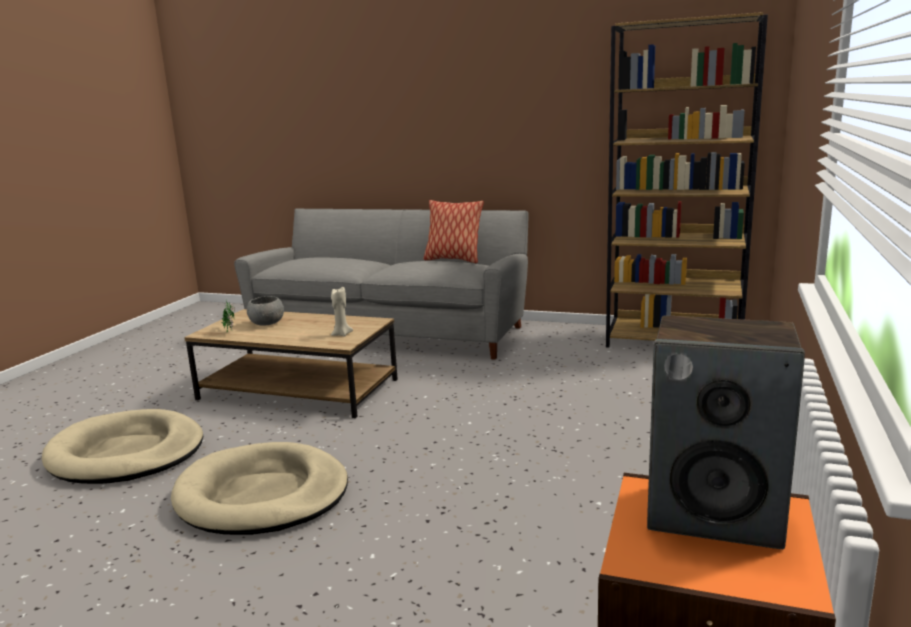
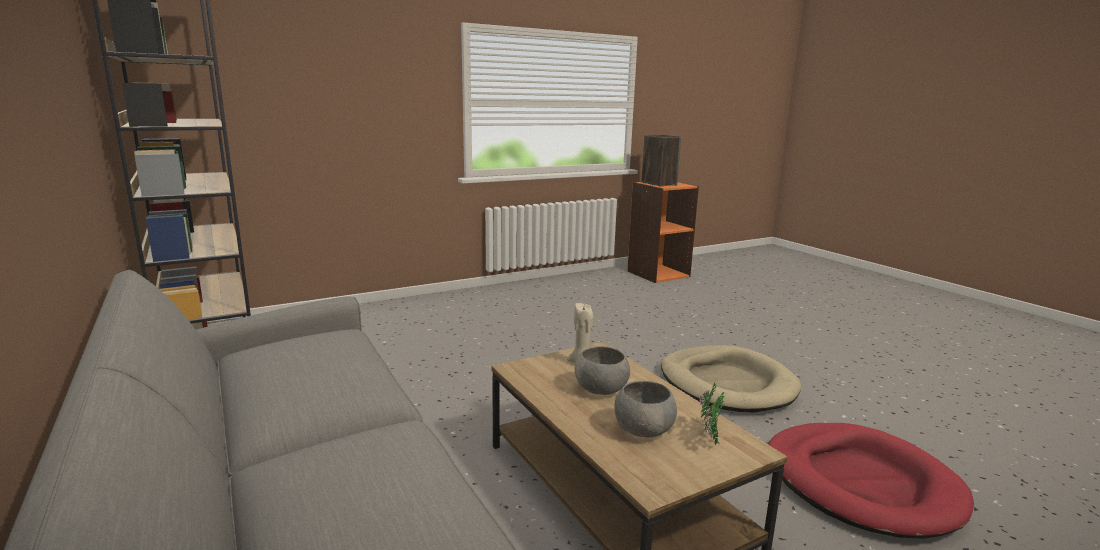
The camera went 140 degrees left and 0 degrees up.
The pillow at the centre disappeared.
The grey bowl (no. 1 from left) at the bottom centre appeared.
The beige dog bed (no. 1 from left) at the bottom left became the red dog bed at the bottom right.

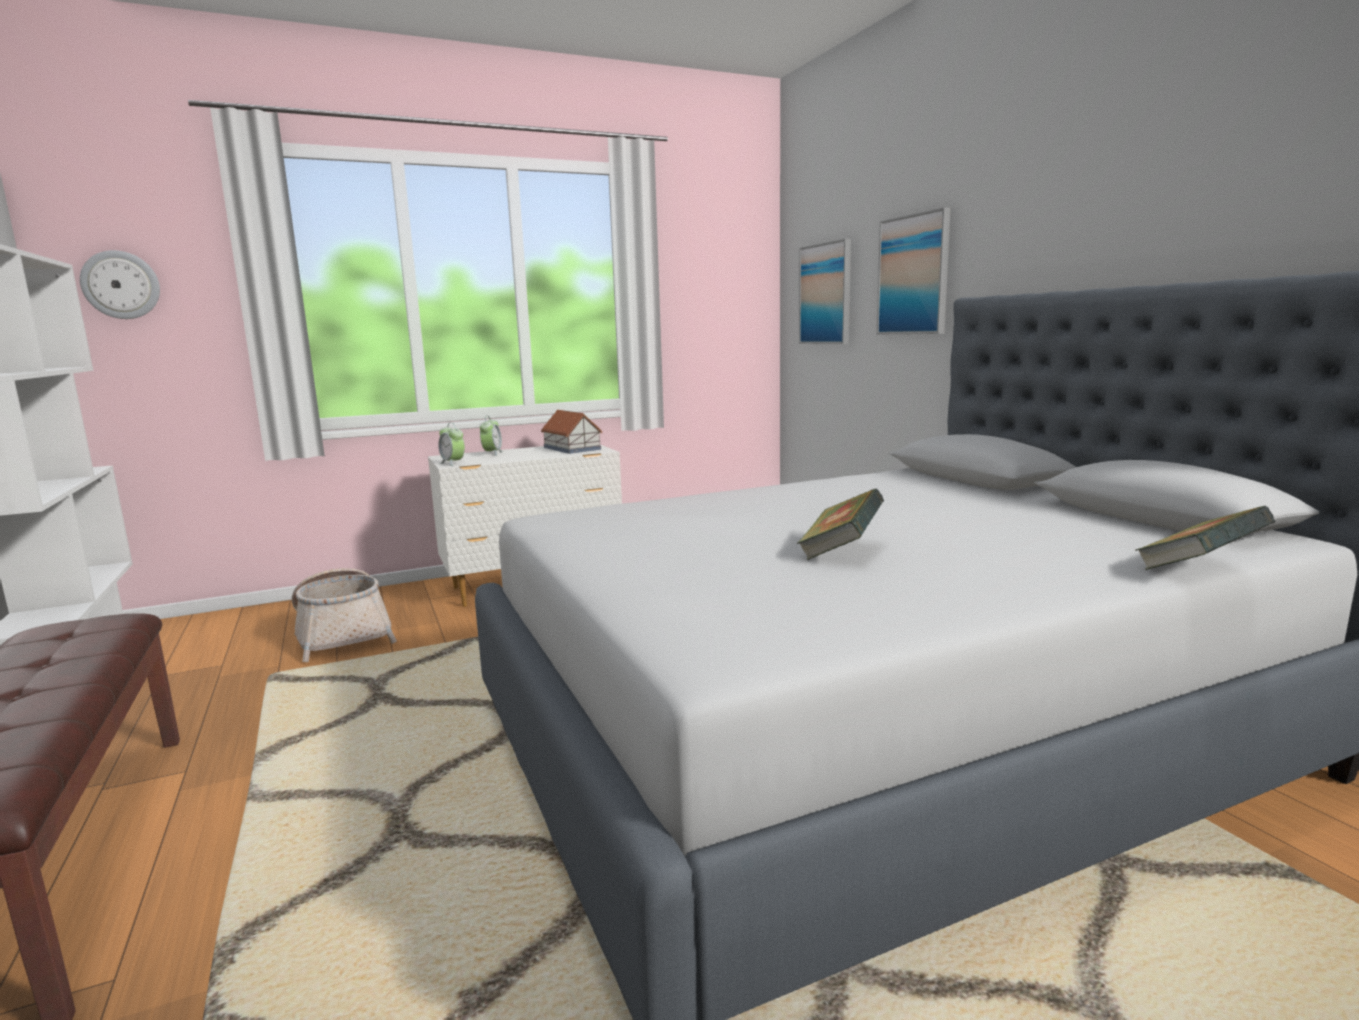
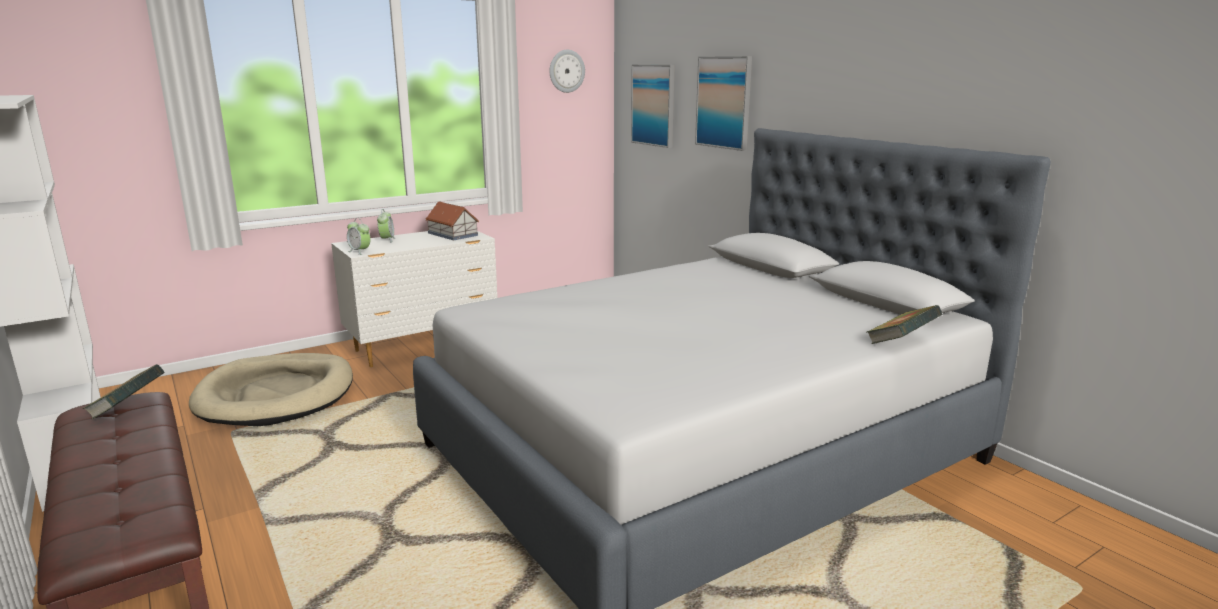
The camera went 10 degrees left and 5 degrees up.
The wall clock moved from the top left to the top centre.
The book (no. 1 from left) moved from the centre to the middle left.
The basket at the middle left was replaced by the beige dog bed at the middle left.

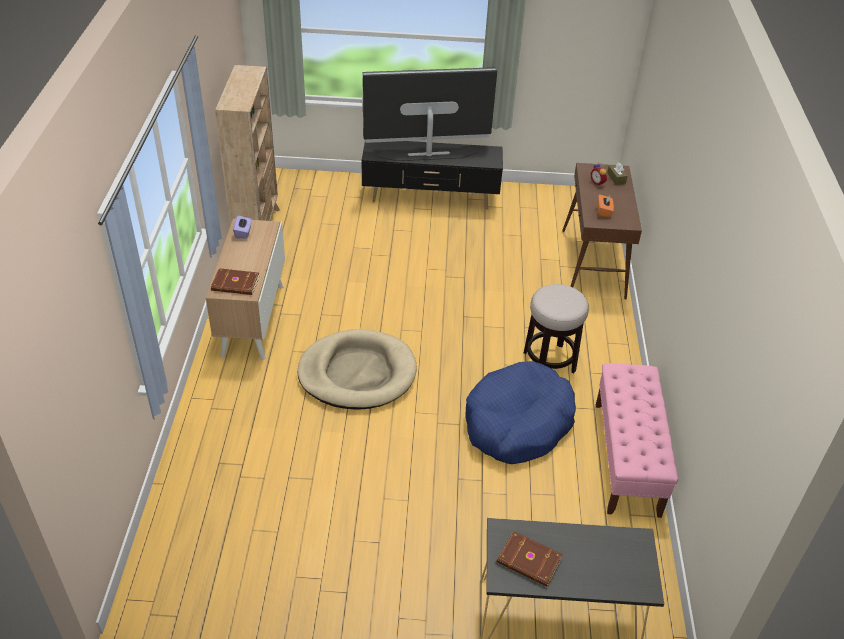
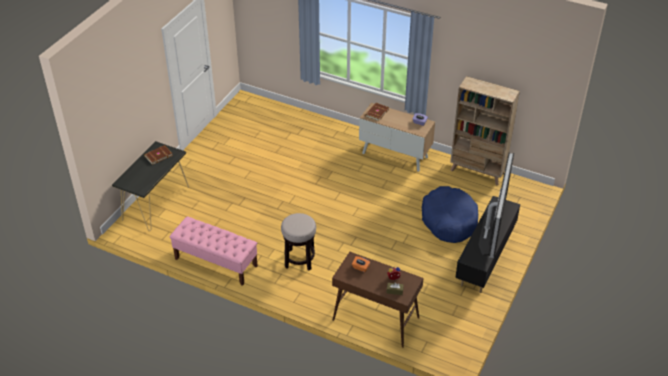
The camera went 115 degrees right and 0 degrees up.
The beige dog bed at the centre disappeared.
The blue dog bed moved from the centre to the middle right.

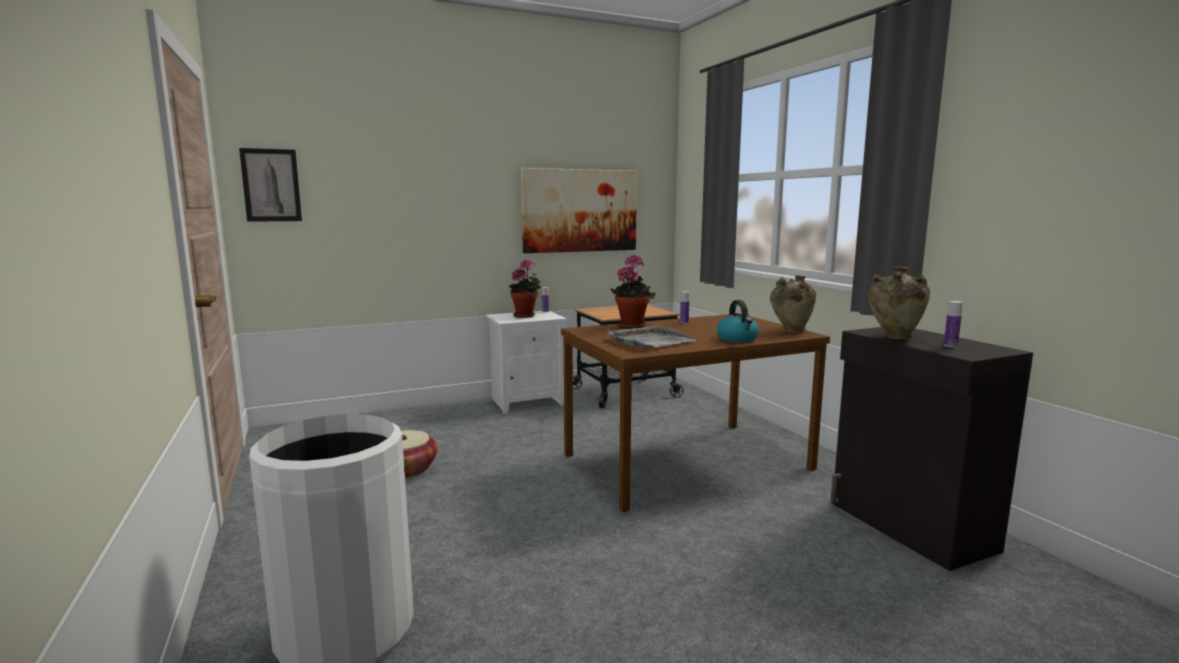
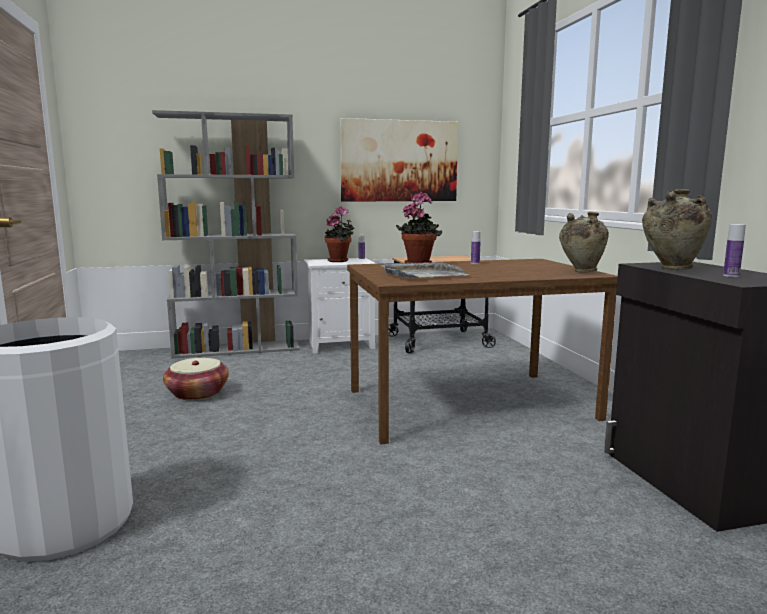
The camera went 10 degrees right and 0 degrees up.
The picture (no. 1 from left) at the top left disappeared.
The kettle at the centre disappeared.
The grey bookcase at the middle left appeared.

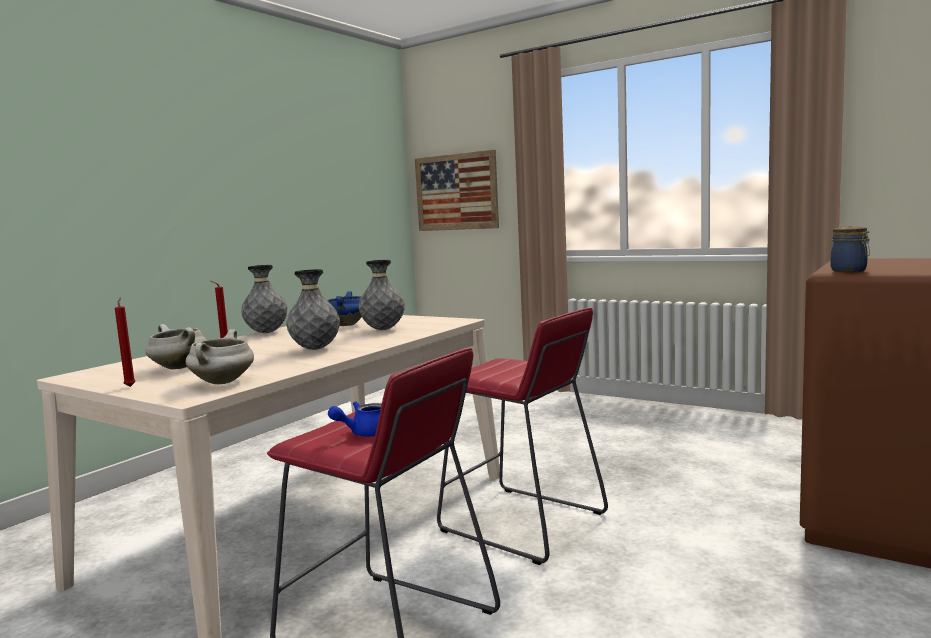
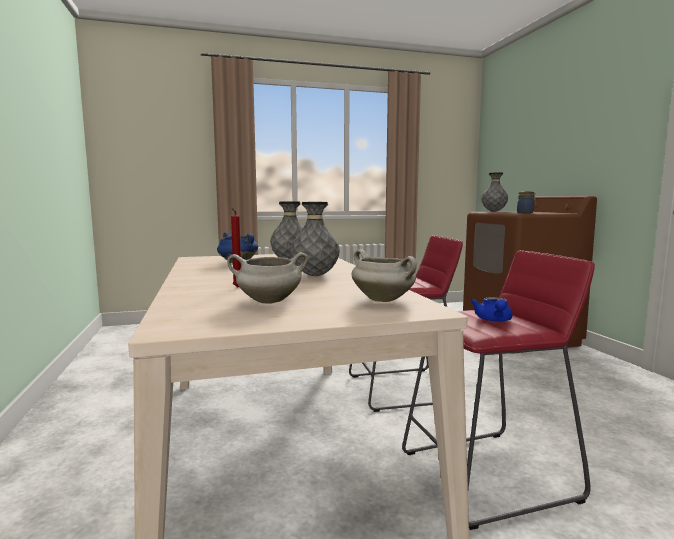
The camera went 50 degrees left and 0 degrees up.
The red candle (no. 1 from left) at the middle left disappeared.
The picture at the top centre disappeared.
The grey vase (no. 1 from left in the first image) moved from the middle left to the middle right.

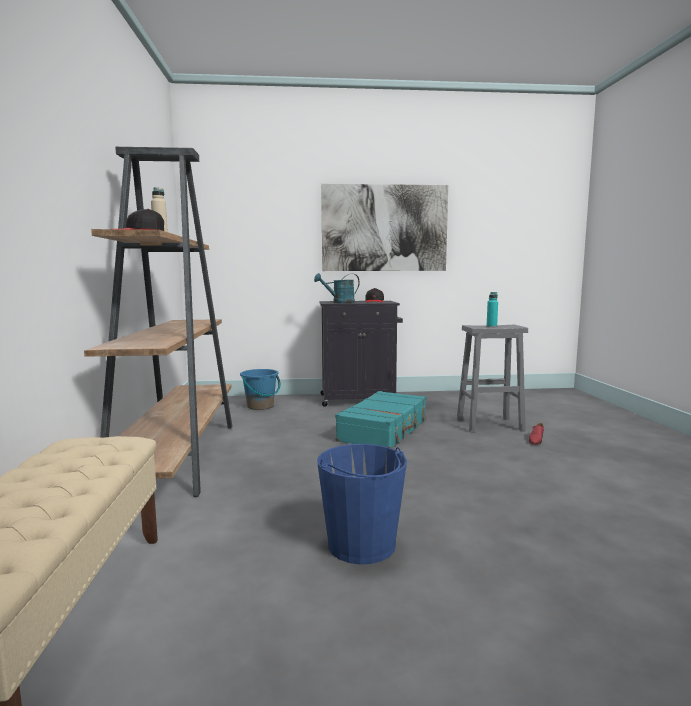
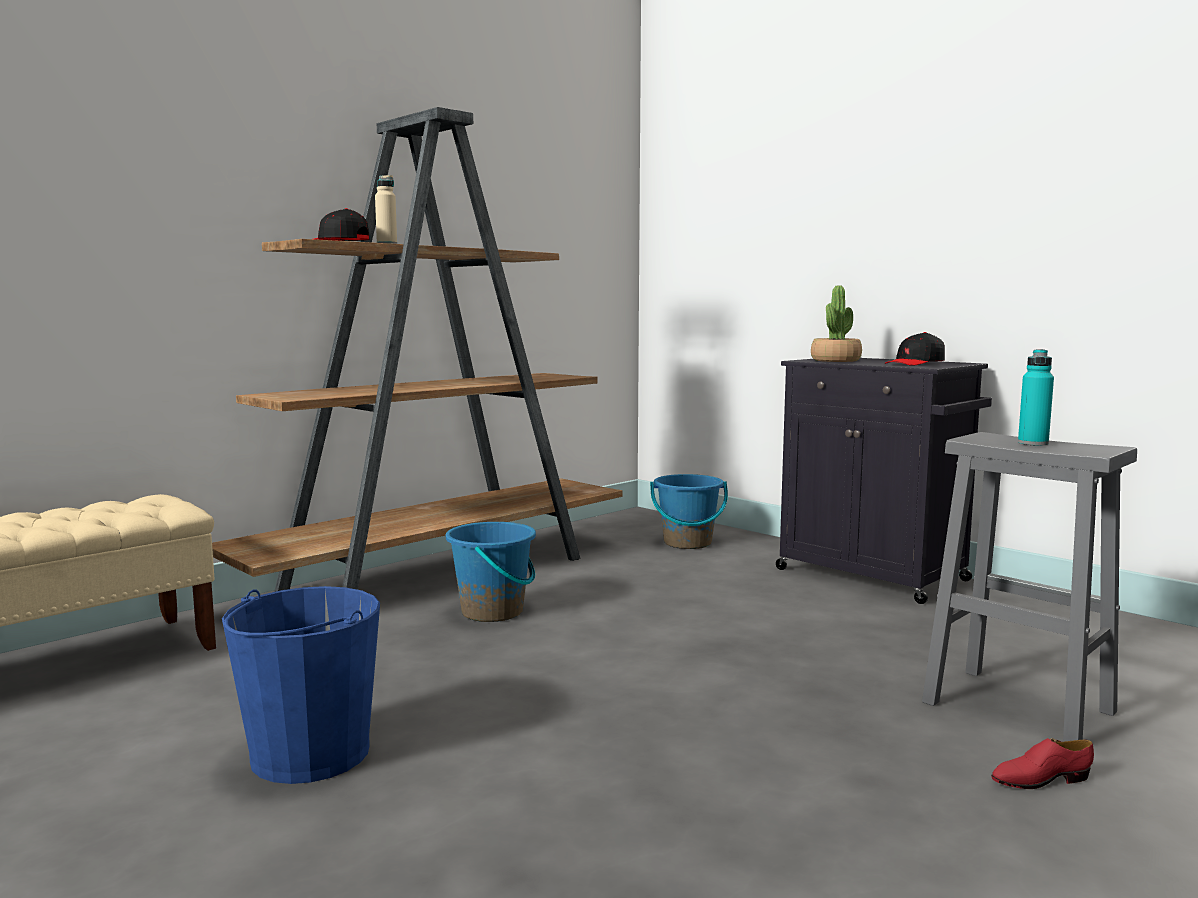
The camera went 50 degrees right and 0 degrees up.
The picture at the top centre disappeared.
The turquoise suitcase at the centre disappeared.
The blue bucket (no. 2 from left) at the centre appeared.
The turquoise watering can at the centre was replaced by the potted plant at the middle right.

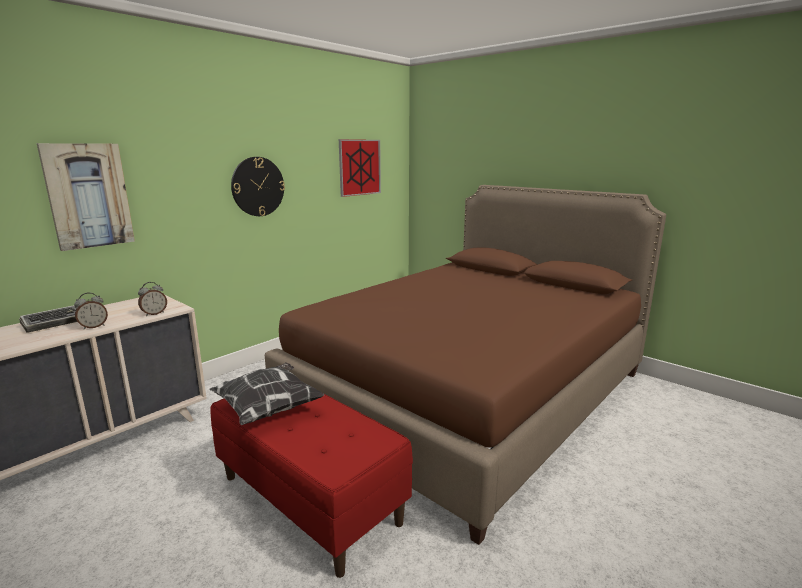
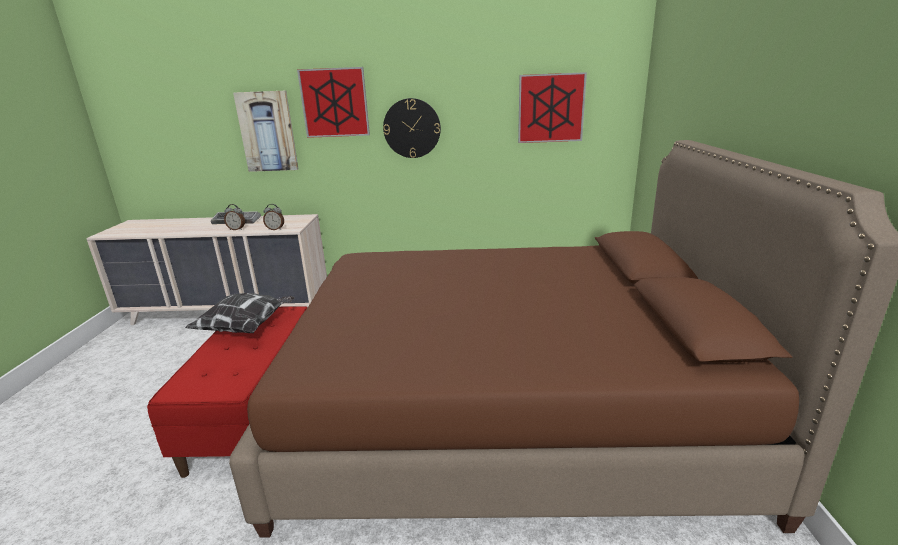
The camera went 50 degrees right and 5 degrees up.
The picture (no. 2 from left) at the top centre appeared.

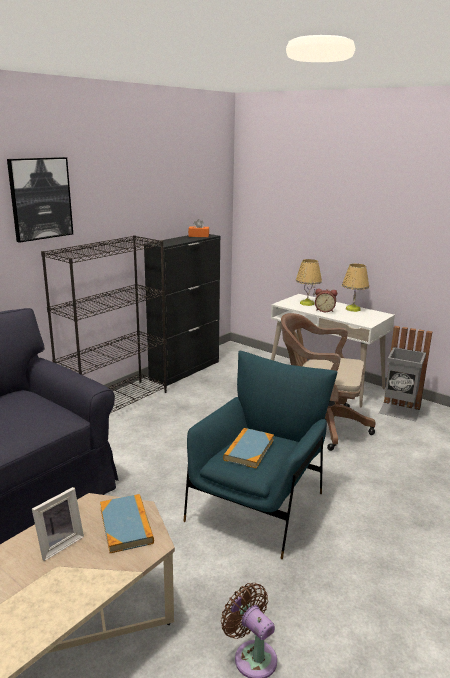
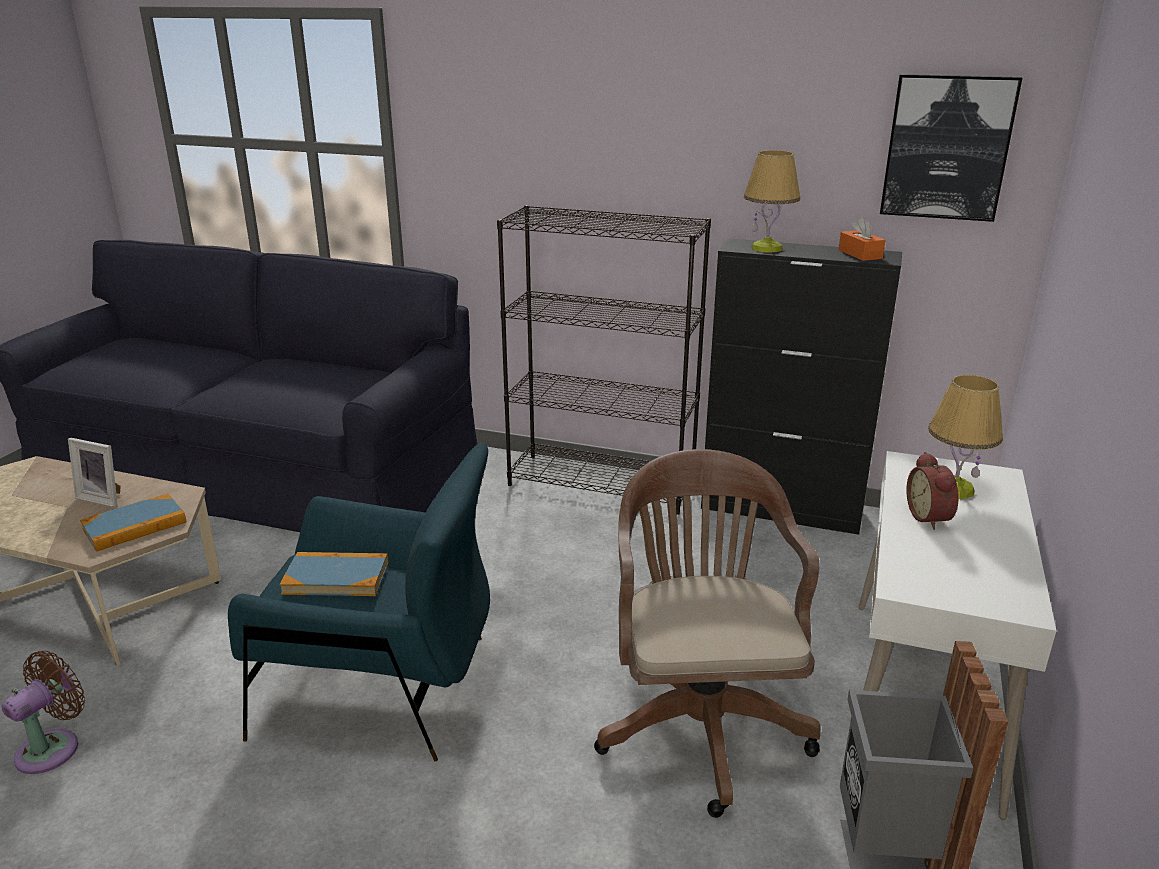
The camera went 70 degrees right and 5 degrees up.
The picture moved from the top left to the top right.
The table lamp (no. 2 from left in the first image) moved from the middle right to the top centre.

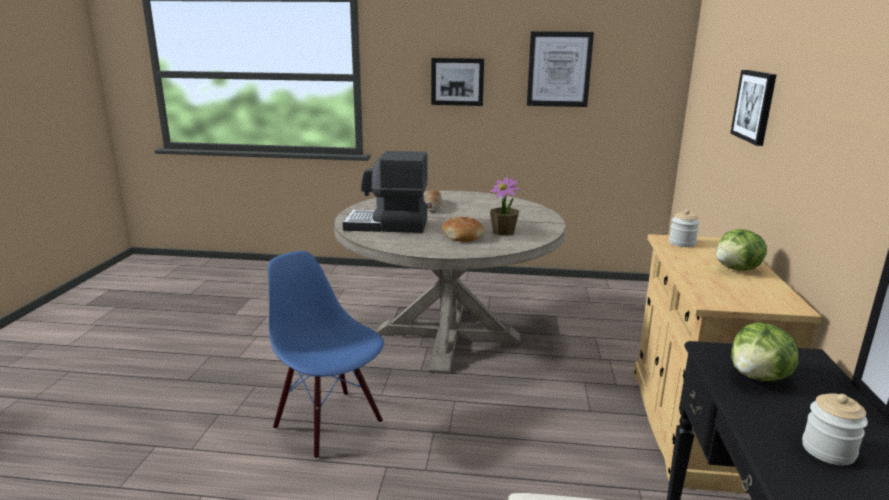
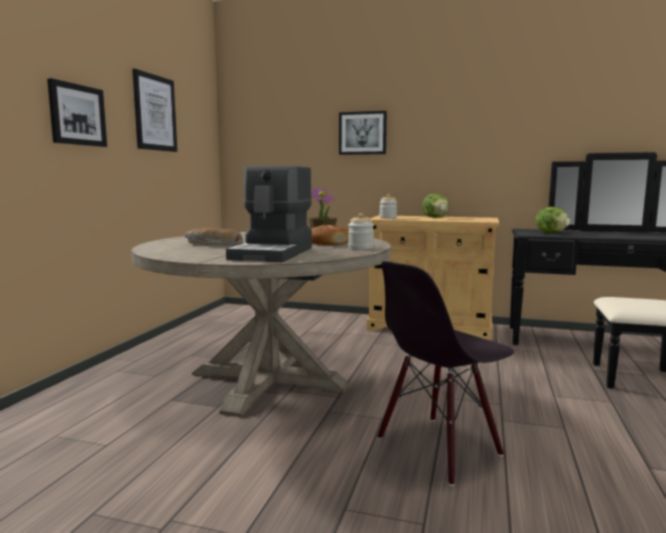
The camera went 80 degrees left and 10 degrees down.
The jar (no. 2 from left in the first image) moved from the bottom right to the centre.
The blue chair at the bottom centre became the black chair at the bottom right.

